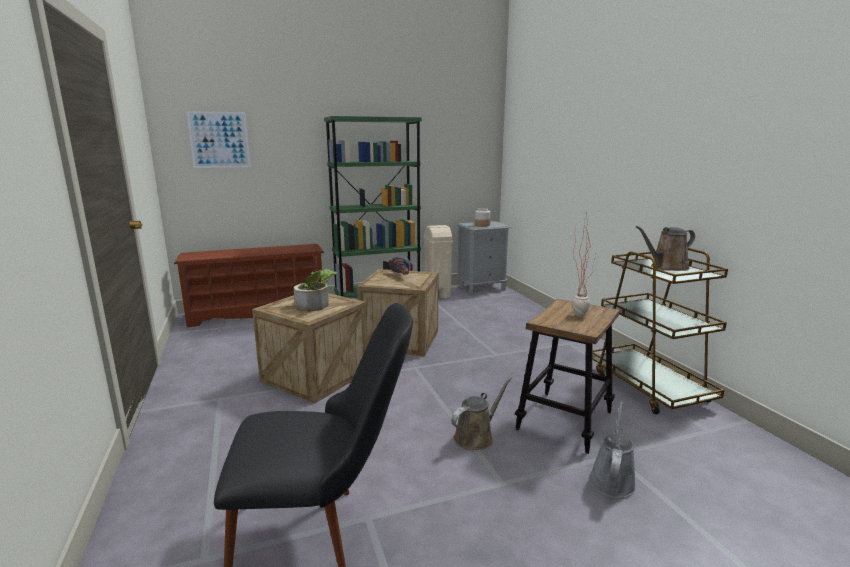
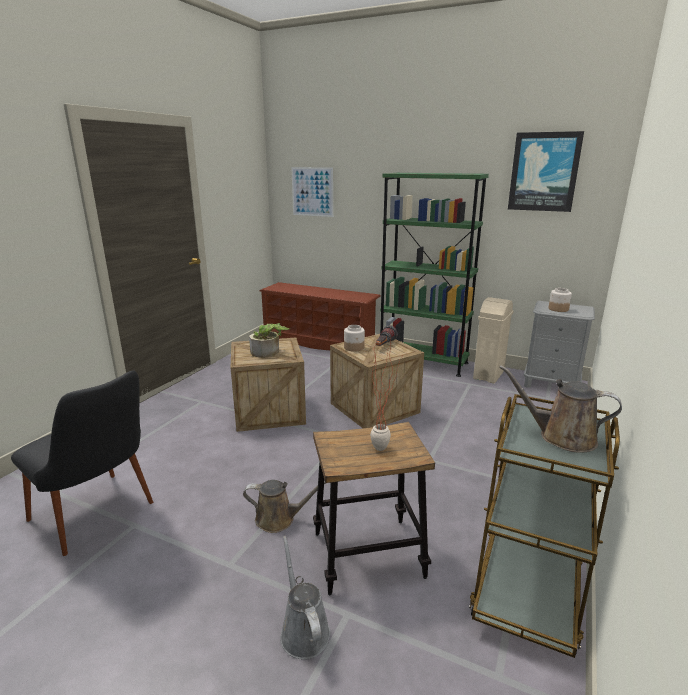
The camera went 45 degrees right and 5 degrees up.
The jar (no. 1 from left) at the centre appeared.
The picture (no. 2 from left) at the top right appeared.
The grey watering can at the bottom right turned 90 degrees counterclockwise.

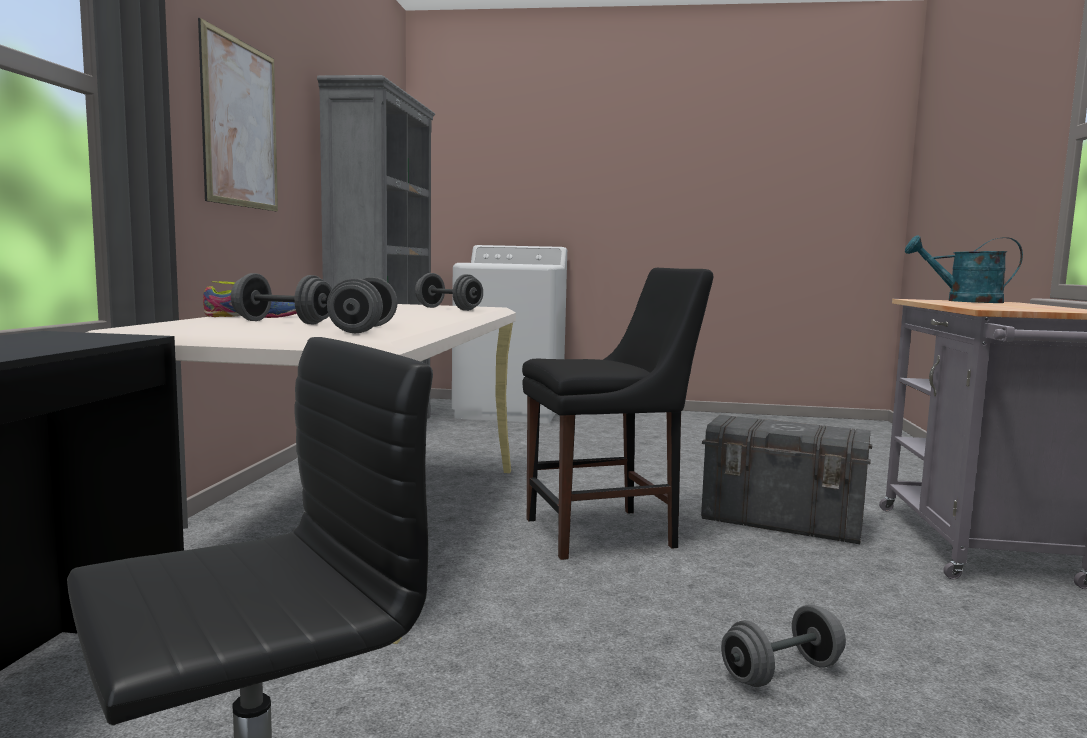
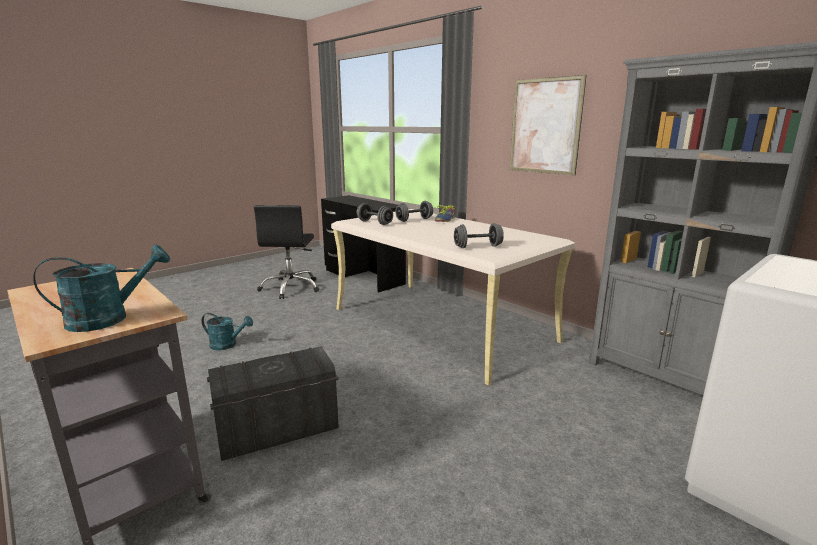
The camera went 130 degrees right and 10 degrees up.
The black chair at the centre disappeared.
The grey dumbbell (no. 4 from left) at the bottom right was replaced by the turquoise watering can (no. 2 from left) at the middle left.

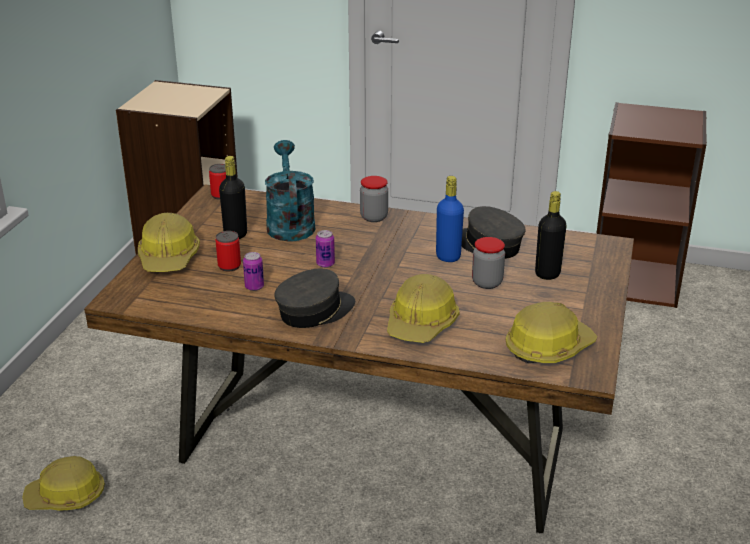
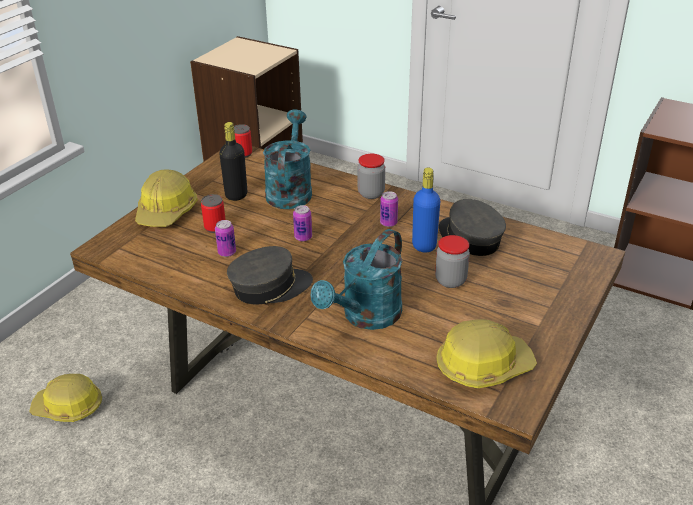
The camera went 15 degrees right and 5 degrees up.
The black bottle (no. 2 from left) at the middle right disappeared.
The can (no. 5 from left) at the centre appeared.
The hard hat (no. 3 from left) at the centre was replaced by the turquoise watering can (no. 2 from left) at the centre.

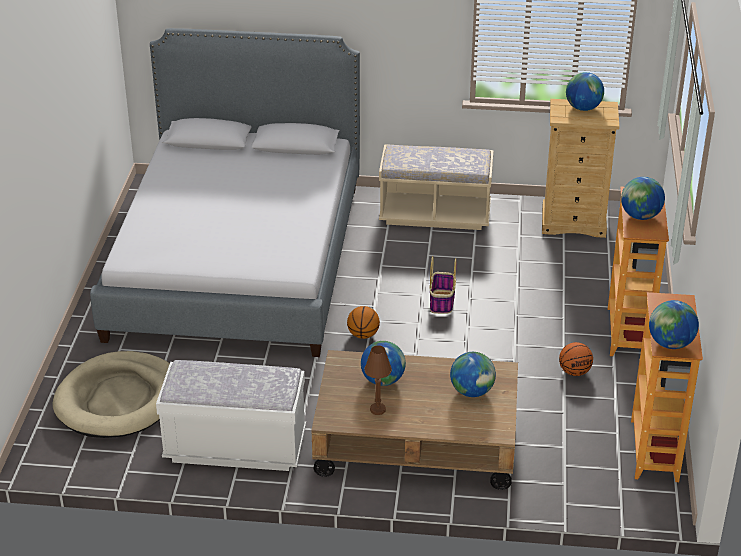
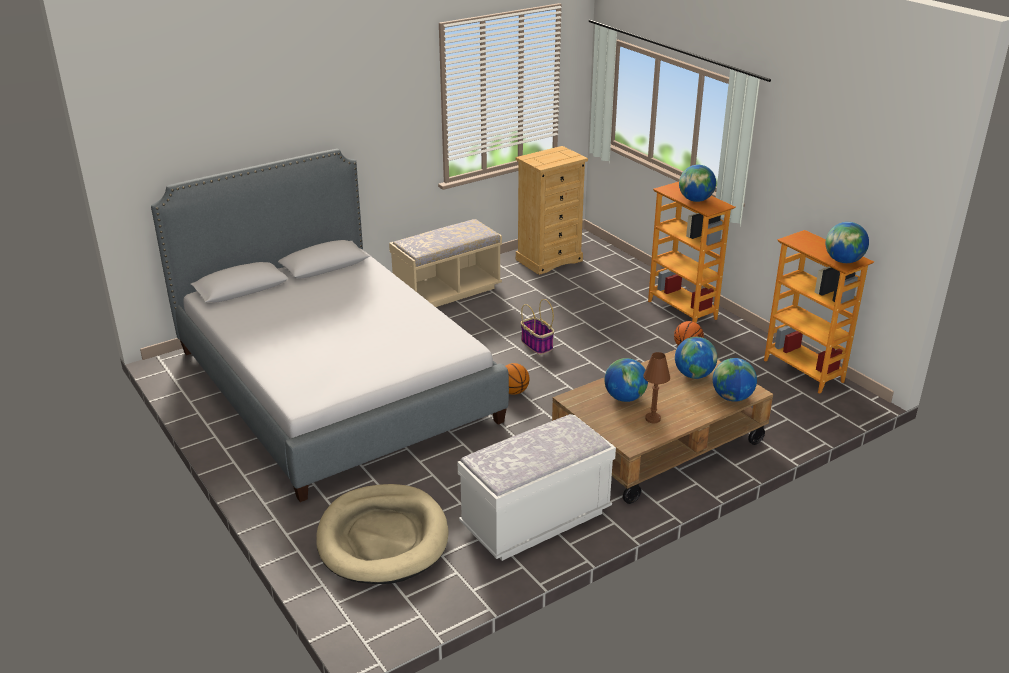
The camera went 40 degrees left and 5 degrees down.
The globe (no. 3 from left in the first image) moved from the top right to the middle right.

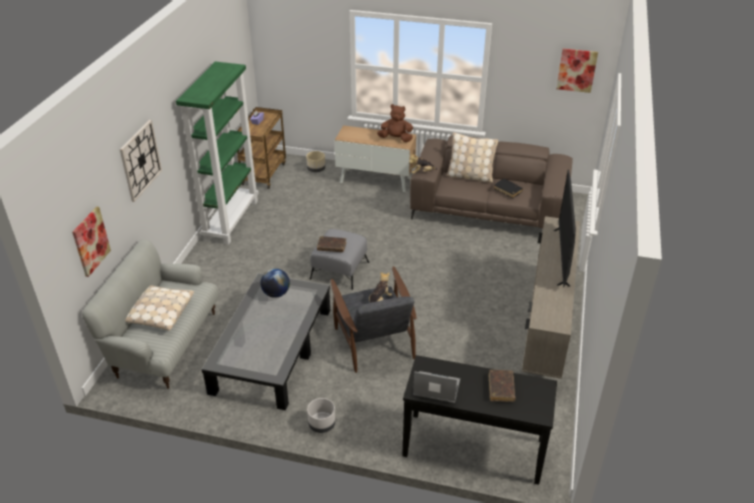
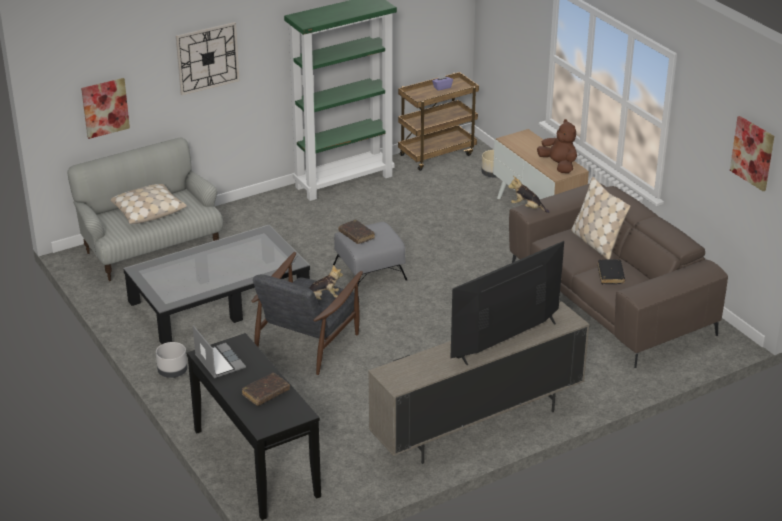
The camera went 45 degrees right and 5 degrees down.
The globe at the centre disappeared.

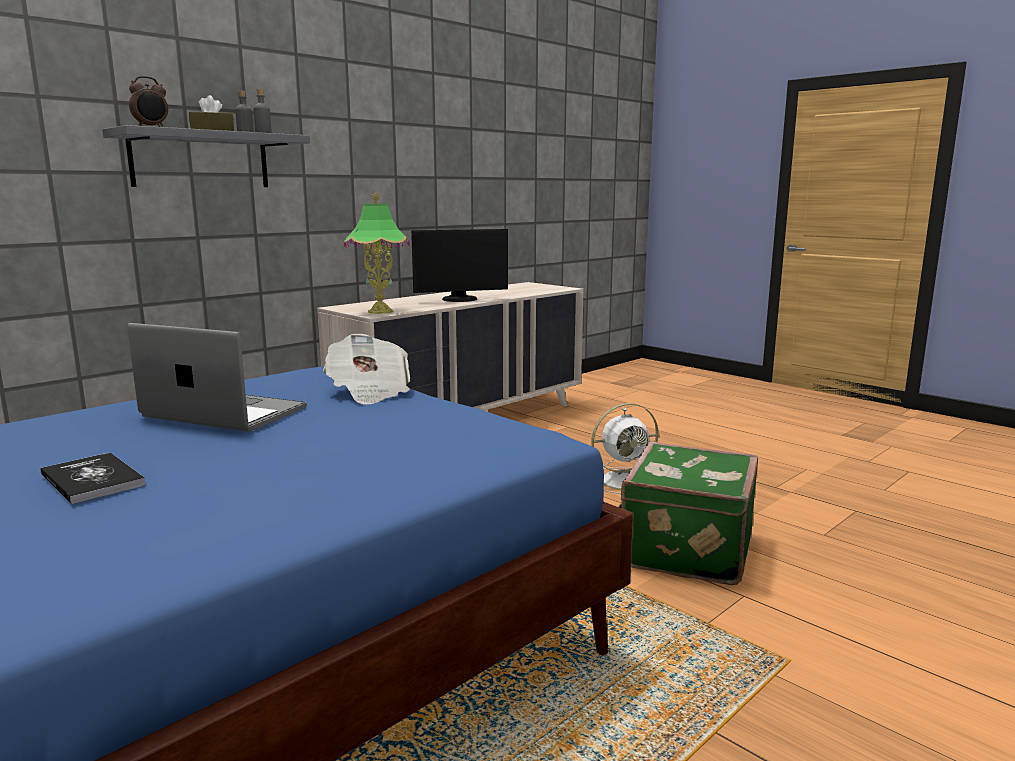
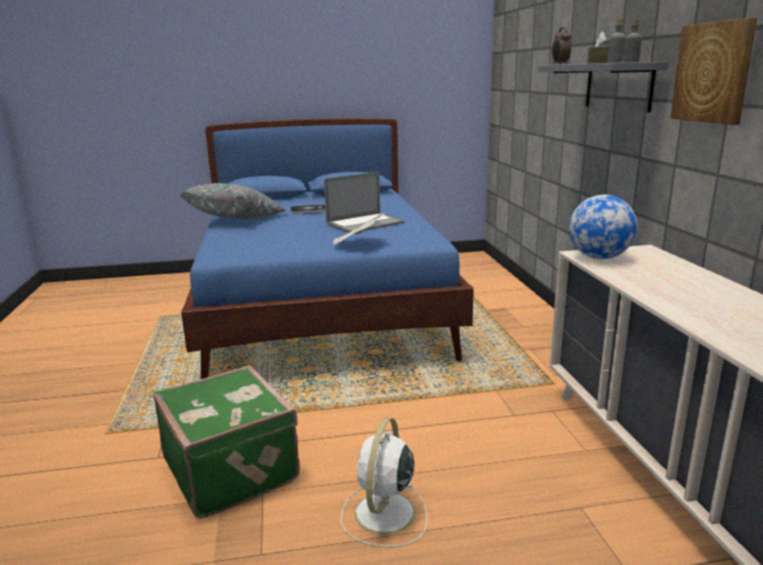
The camera went 125 degrees right and 5 degrees up.
The monitor at the centre disappeared.
The grey pillow at the middle left appeared.
The picture at the top right appeared.
The table lamp at the top centre was replaced by the globe at the middle right.

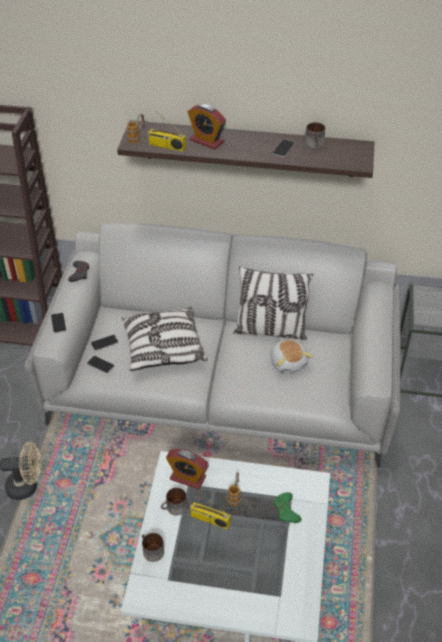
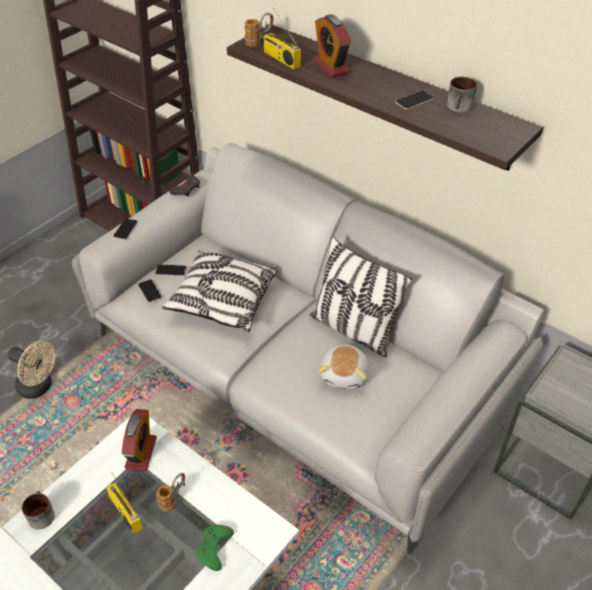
The camera went 30 degrees right and 0 degrees up.
The mug (no. 3 from left) at the bottom centre disappeared.
The alarm clock (no. 1 from left) at the bottom centre turned 135 degrees counterclockwise.

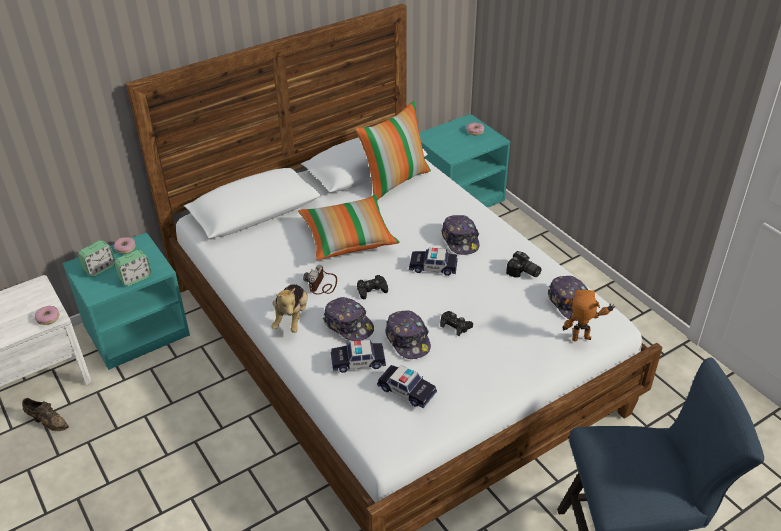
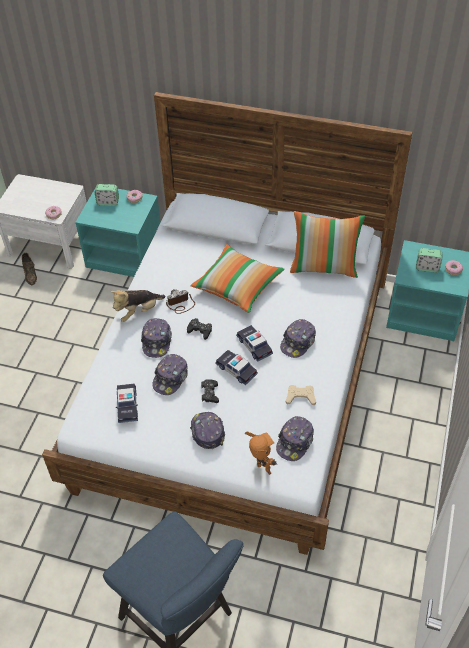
The camera went 50 degrees right and 10 degrees up.
The cap (no. 3 from left) at the centre appeared.
The alarm clock (no. 2 from left) moved from the middle left to the middle right.
The toy car (no. 1 from left in the first image) moved from the bottom centre to the centre.
The photo camera (no. 2 from left) at the middle right was replaced by the beige game controller at the centre.

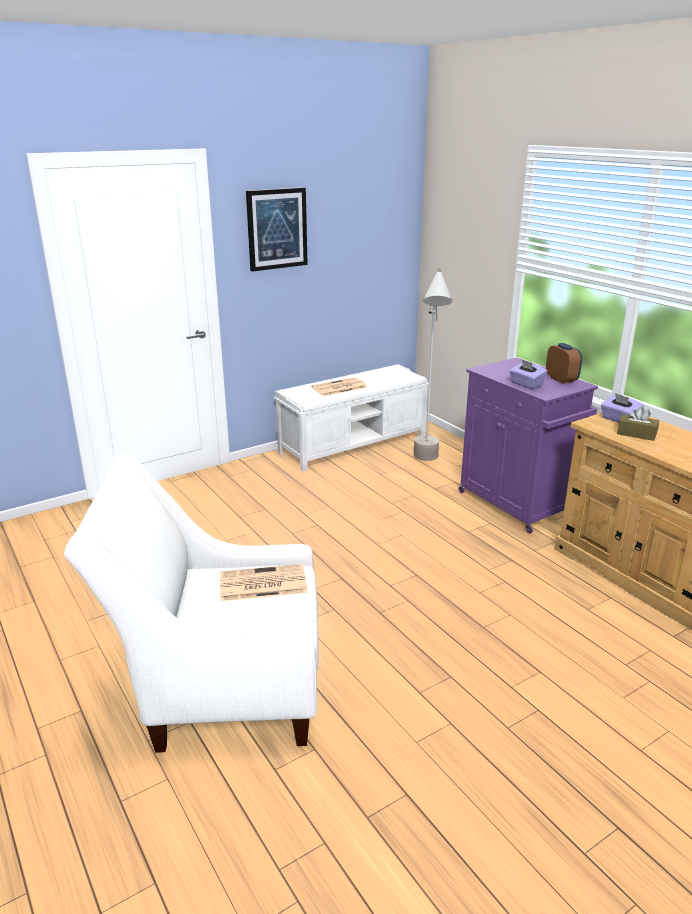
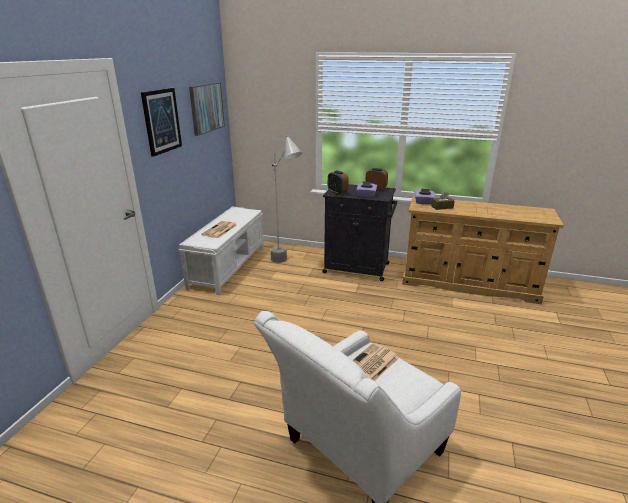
The camera went 40 degrees left and 0 degrees up.
The picture (no. 2 from left) at the top left appeared.
The alarm clock (no. 1 from left) at the centre appeared.
The purple cabinet at the middle right became the black cabinet at the centre.

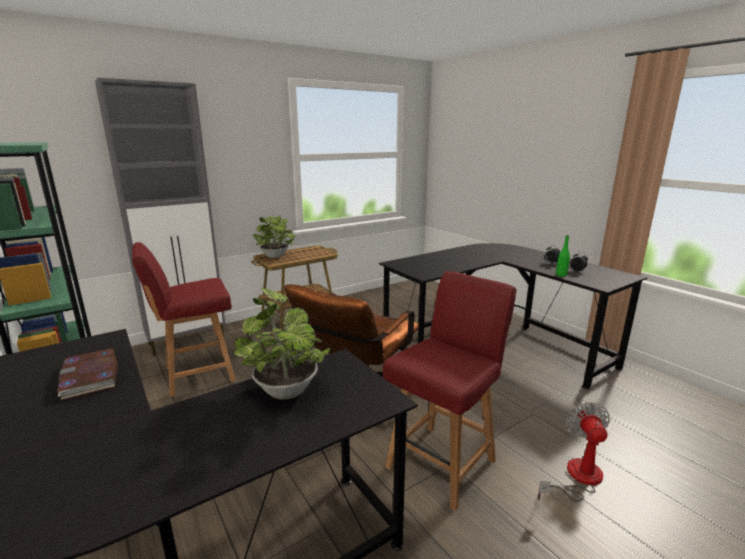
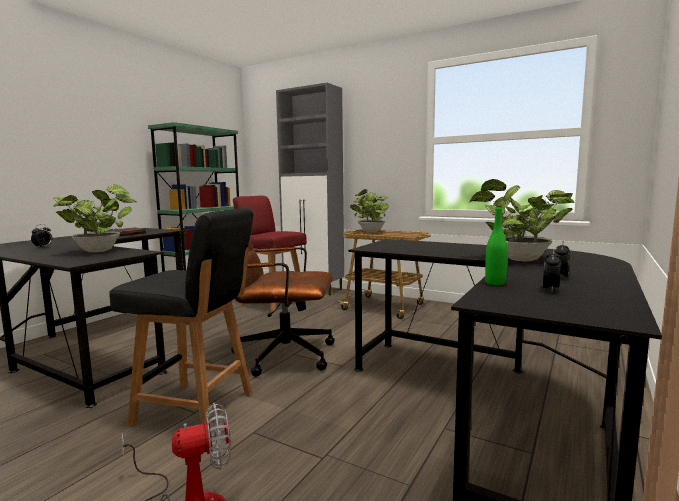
The camera went 65 degrees right and 10 degrees down.
The alarm clock (no. 1 from left) at the middle left appeared.
The potted plant (no. 3 from left) at the middle right appeared.
The red chair (no. 2 from left) at the bottom centre became the black chair at the middle left.

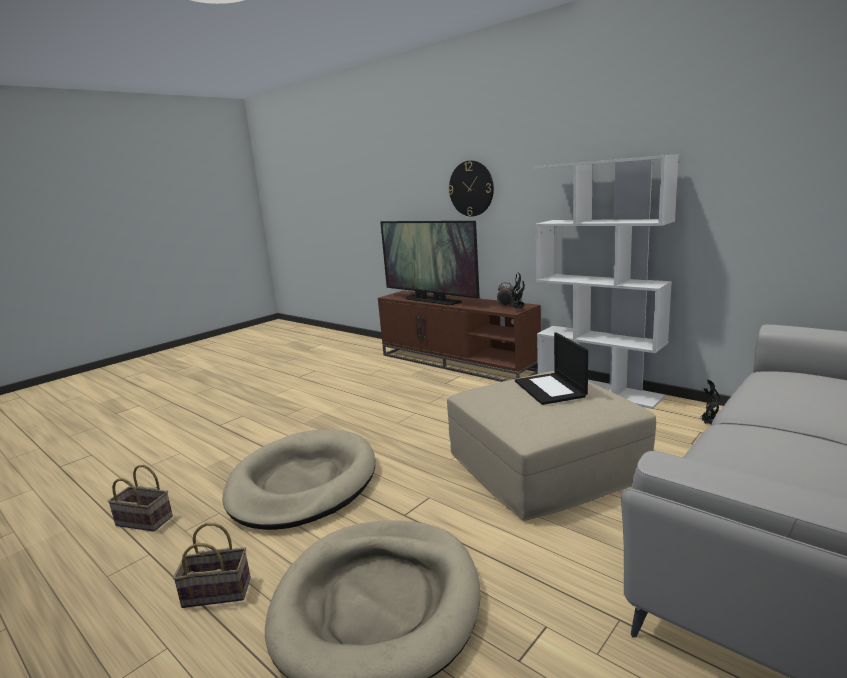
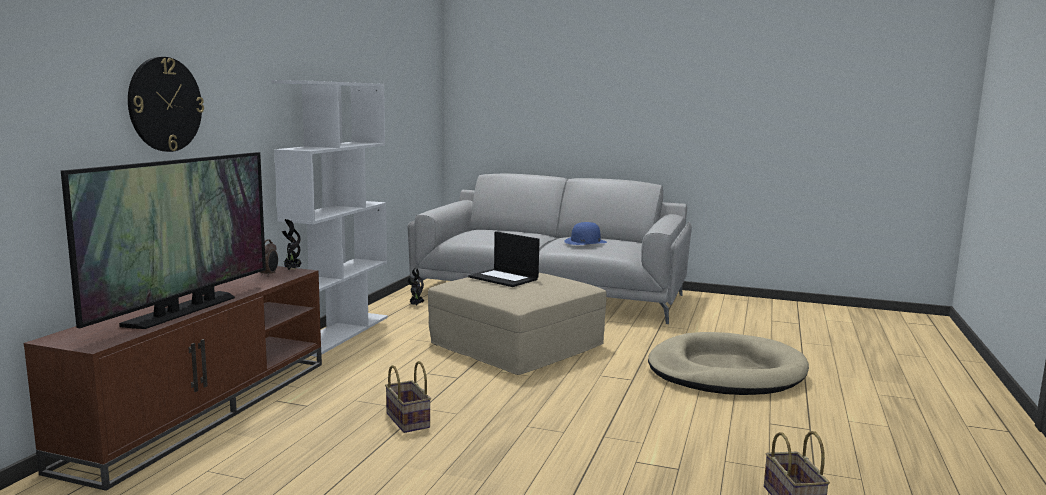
The camera went 115 degrees left and 5 degrees down.
The beige dog bed (no. 1 from left) at the bottom centre disappeared.
The blue hat at the centre appeared.
The basket (no. 2 from left in the first image) moved from the bottom left to the bottom centre.
The laptop at the centre turned 75 degrees clockwise.

